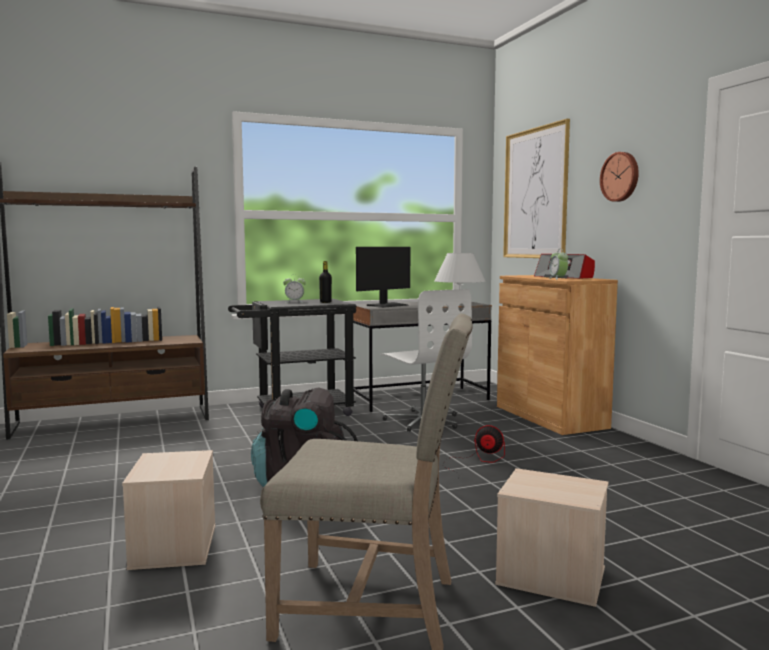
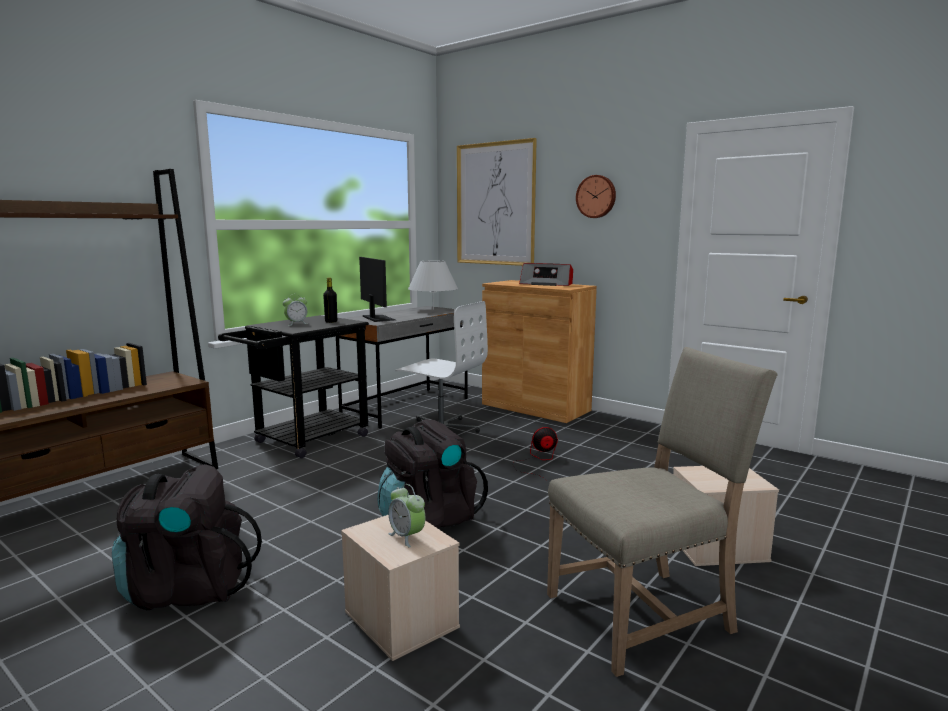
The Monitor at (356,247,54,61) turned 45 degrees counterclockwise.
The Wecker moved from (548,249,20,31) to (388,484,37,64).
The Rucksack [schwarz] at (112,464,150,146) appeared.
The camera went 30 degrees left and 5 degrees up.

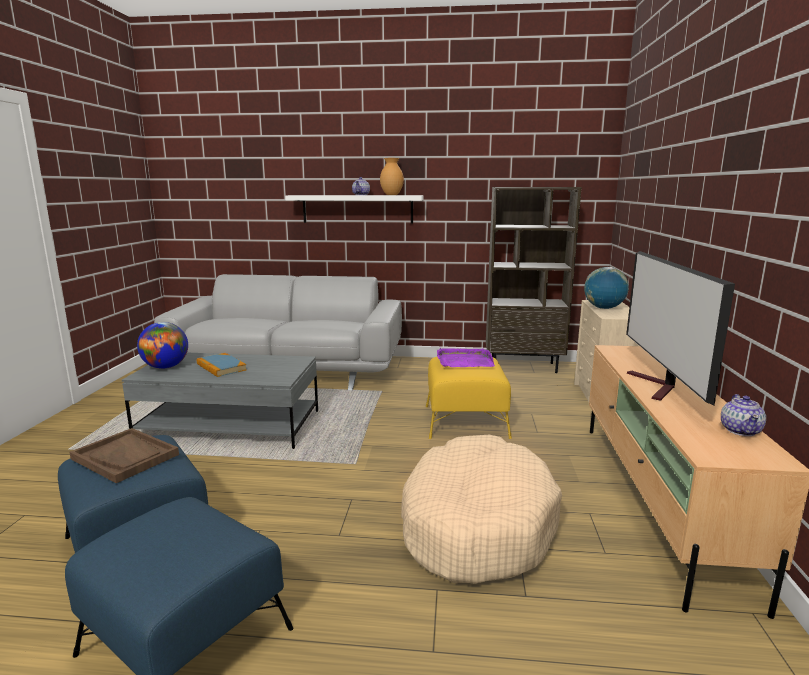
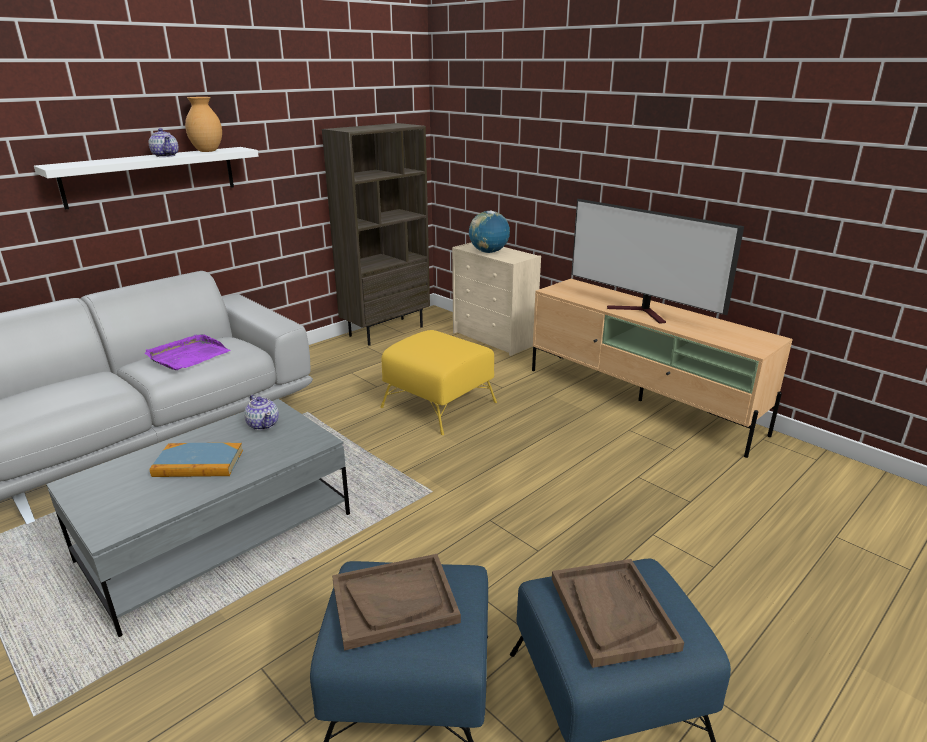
The Globus at (137,322,51,47) disappeared.
The Tablett [lila] moved from (437,348,58,19) to (144,334,86,37).
The Teekanne moved from (721,394,45,42) to (244,395,35,35).
The Hundebett [beige] at (401,435,161,149) disappeared.
The Tablett [braun] at (552,559,132,109) appeared.
The camera went 50 degrees left and 10 degrees up.

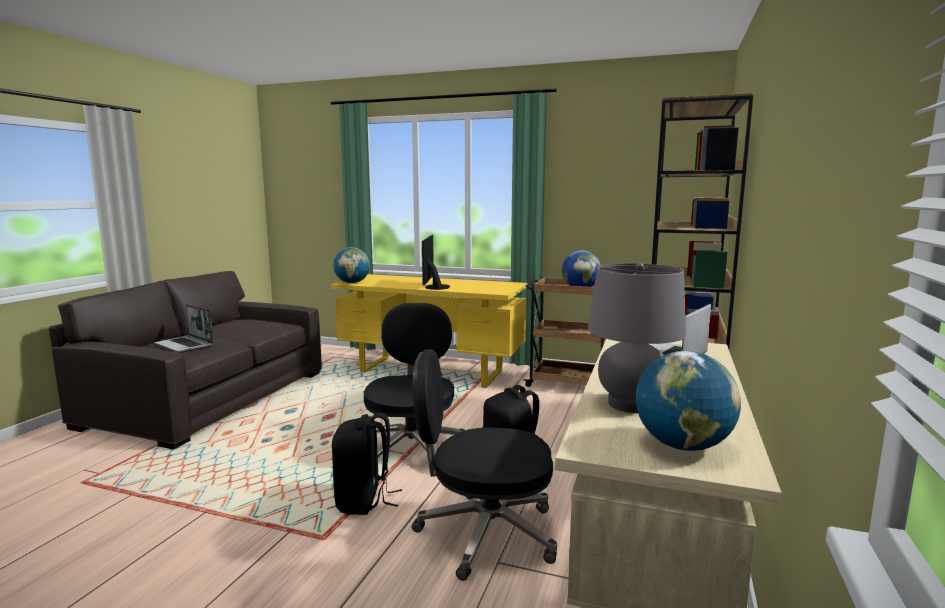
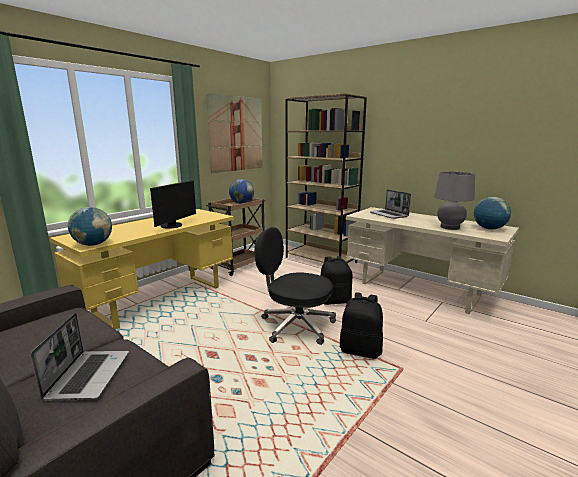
The Monitor at (422,235,28,55) turned 90 degrees counterclockwise.
The Laptop at (154,304,60,48) turned 60 degrees counterclockwise.
The Bürostuhl [schwarz] at (412,349,145,232) disappeared.
The Bild at (206,93,56,80) appeared.
The camera went 70 degrees left and 5 degrees up.

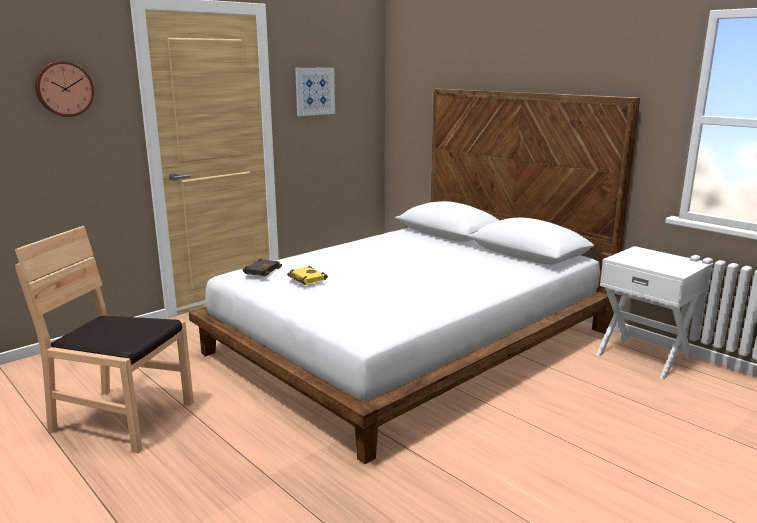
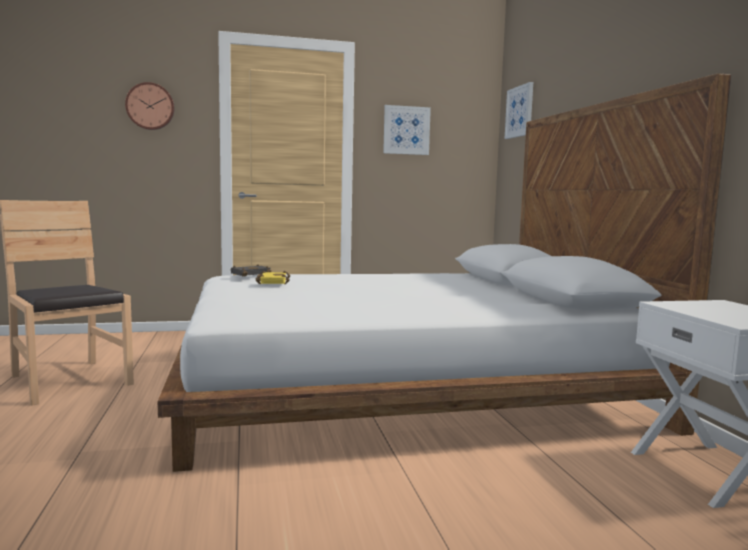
The Bild at (505,82,28,57) appeared.
The camera went 30 degrees right and 10 degrees down.

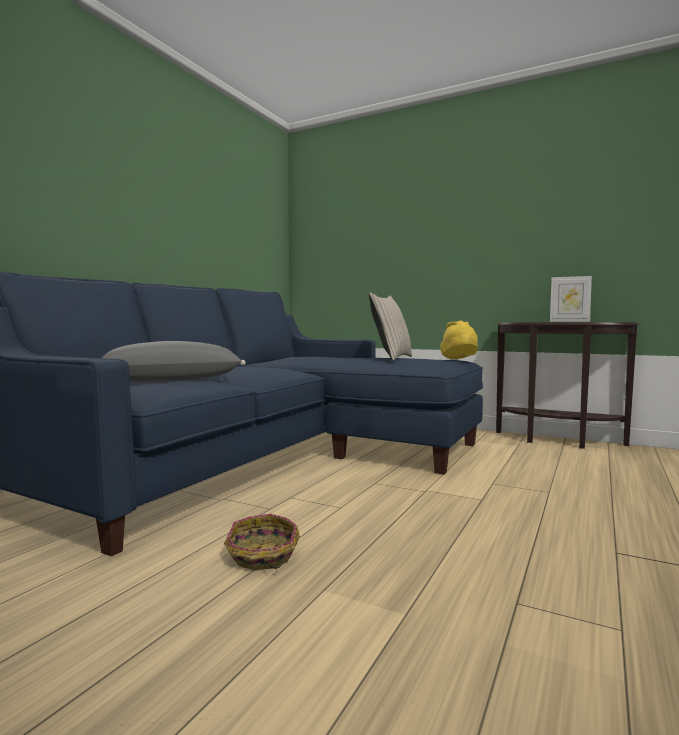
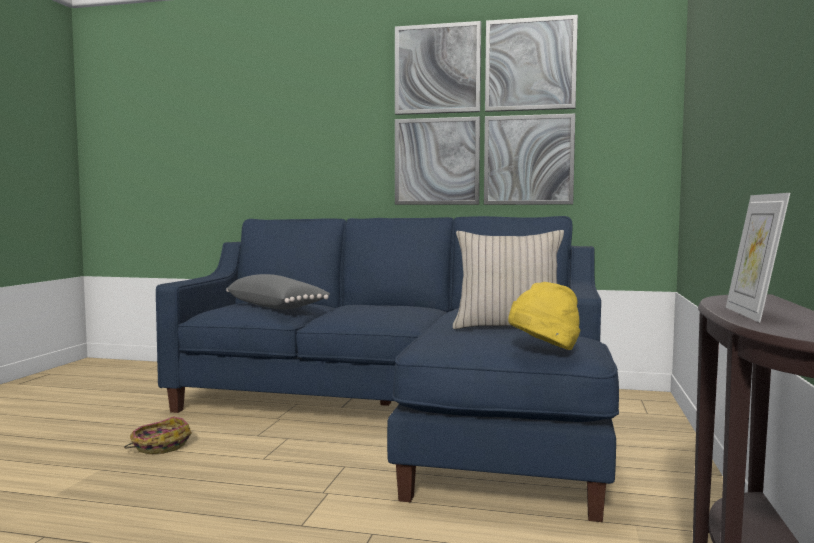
The Bild at (395,15,183,190) appeared.
The camera went 75 degrees right and 0 degrees up.

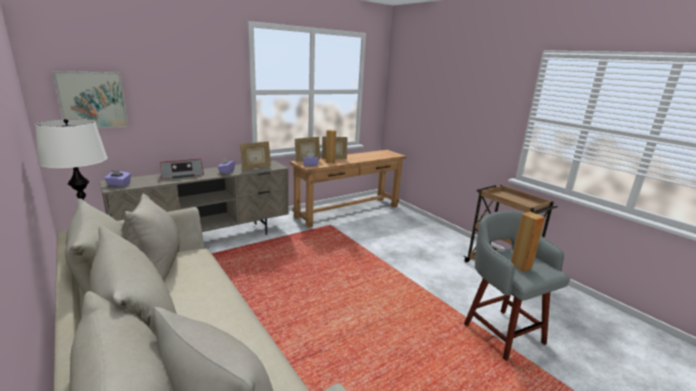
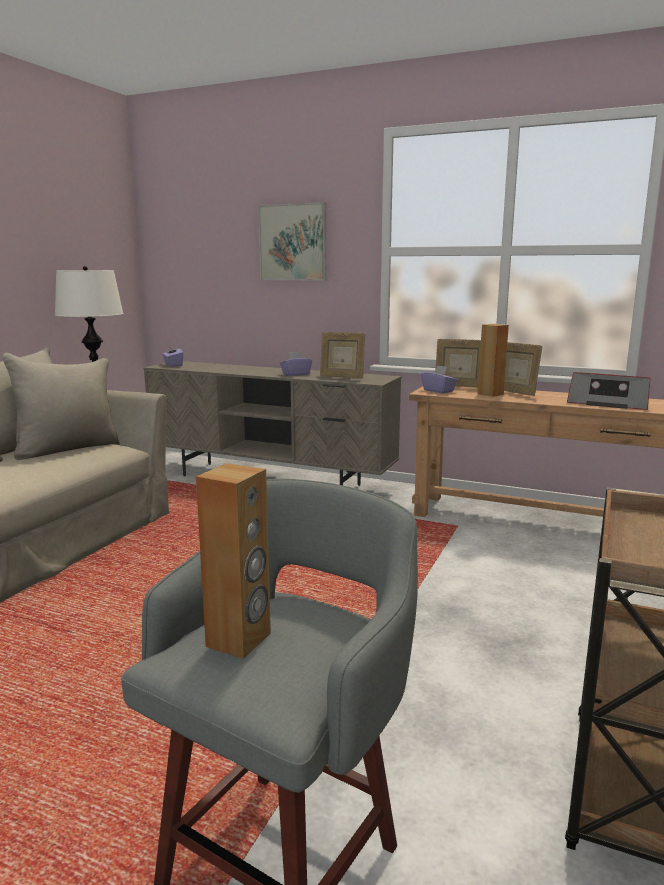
The Bild moved from (52,71,77,57) to (258,202,68,79).
The Radio moved from (160,159,44,20) to (567,372,83,38).
The camera went 60 degrees right and 5 degrees down.

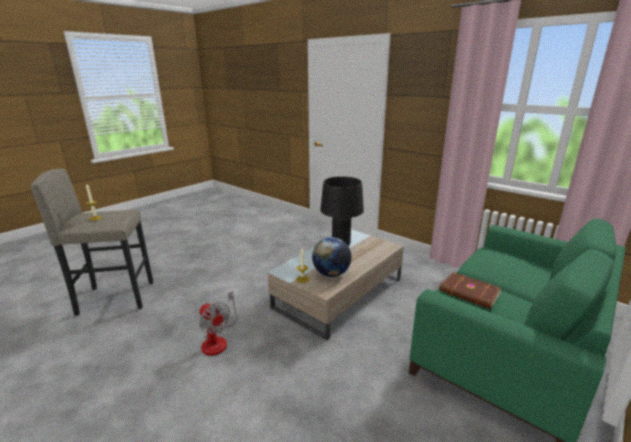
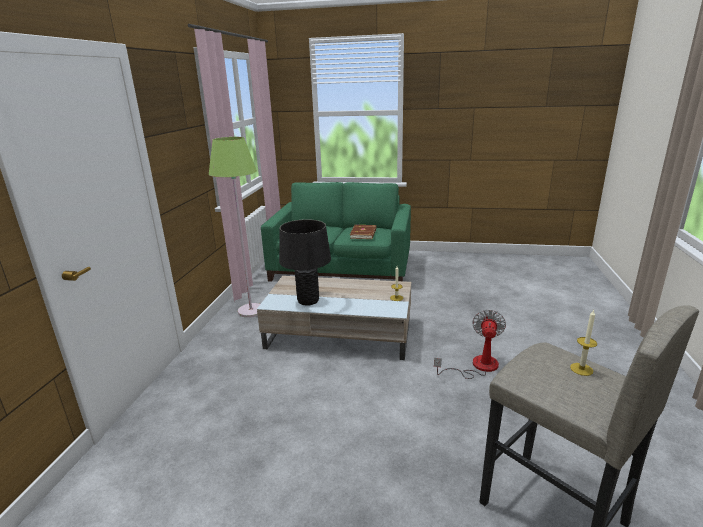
The Globus at (312,237,40,40) disappeared.
The Stehlampe [grün] at (209,137,51,181) appeared.
The camera went 120 degrees left and 0 degrees up.

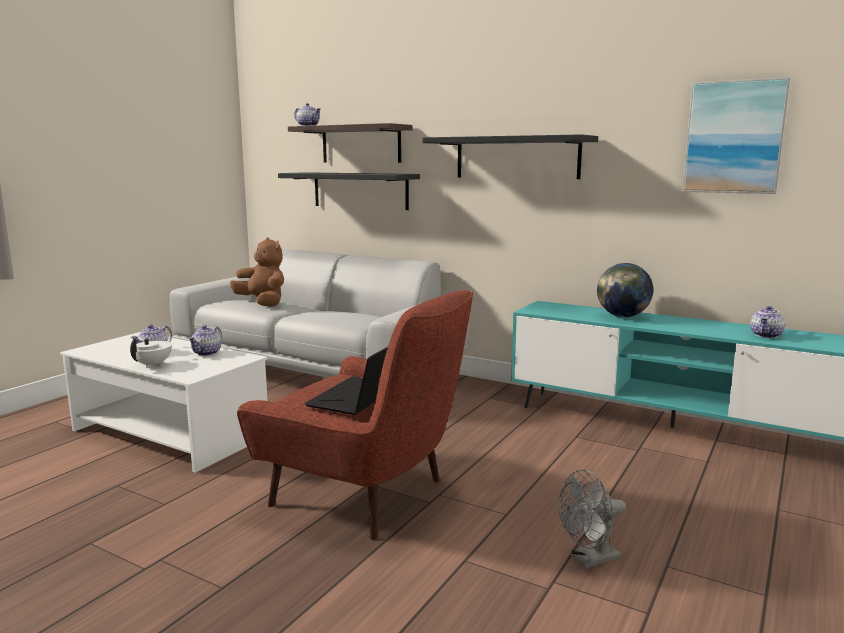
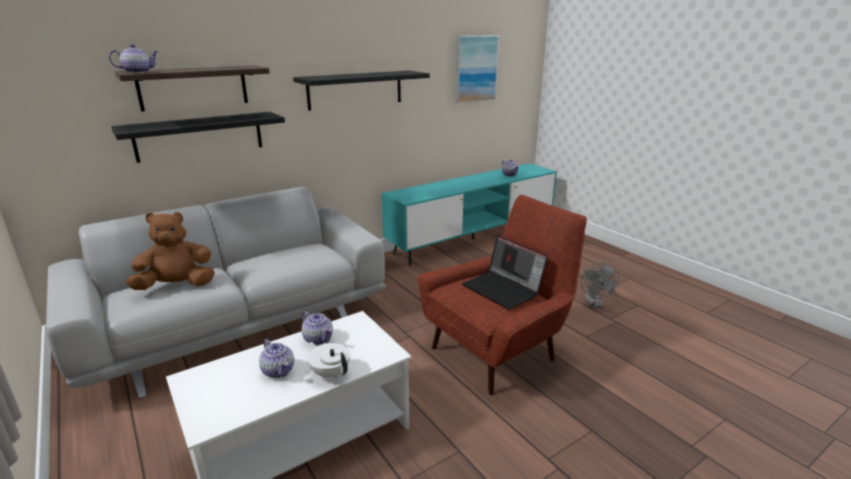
The Globus at (597,263,56,55) disappeared.
The camera went 65 degrees left and 10 degrees up.

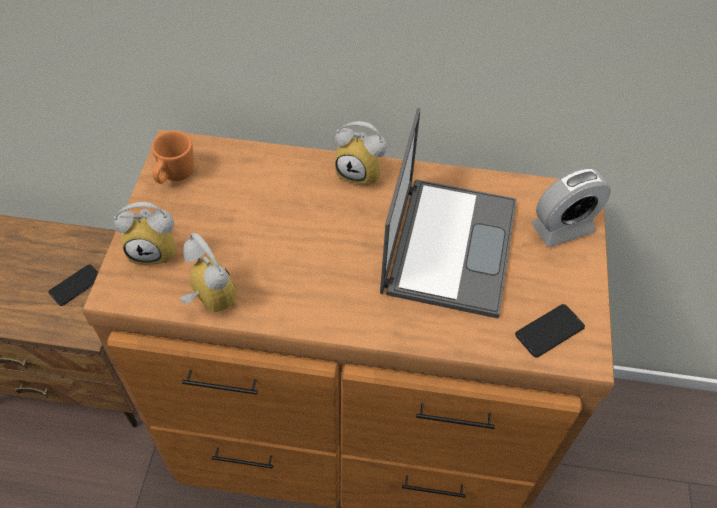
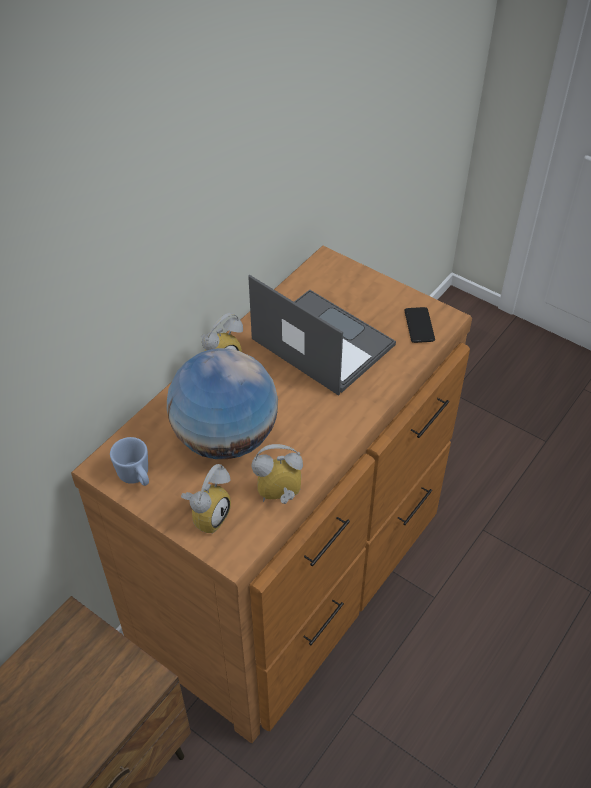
The Henkelbecher [orange] at (151,130,43,54) became the Henkelbecher [blau] at (110,437,39,49).
The Wecker at (531,169,80,79) disappeared.
The Handy at (48,265,50,41) disappeared.
The Globus at (167,348,111,111) appeared.
The camera went 60 degrees left and 5 degrees down.

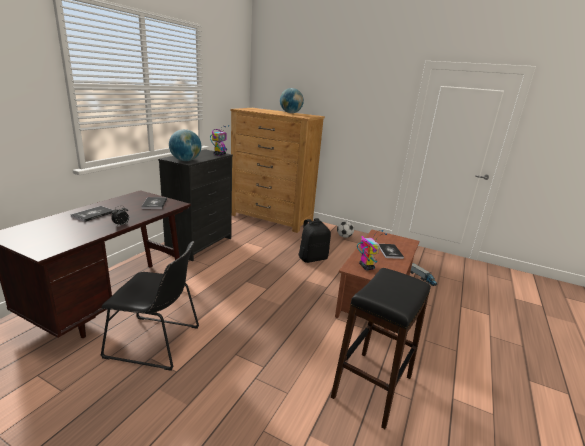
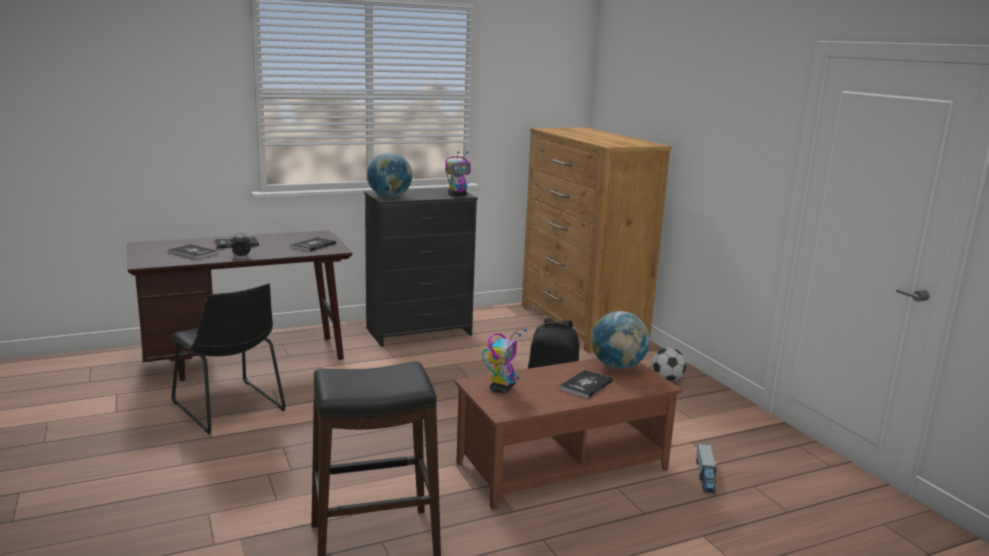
The Globus moved from (280,88,24,25) to (591,311,59,58).
The Buch at (168,244,50,16) appeared.
The camera went 40 degrees right and 5 degrees down.

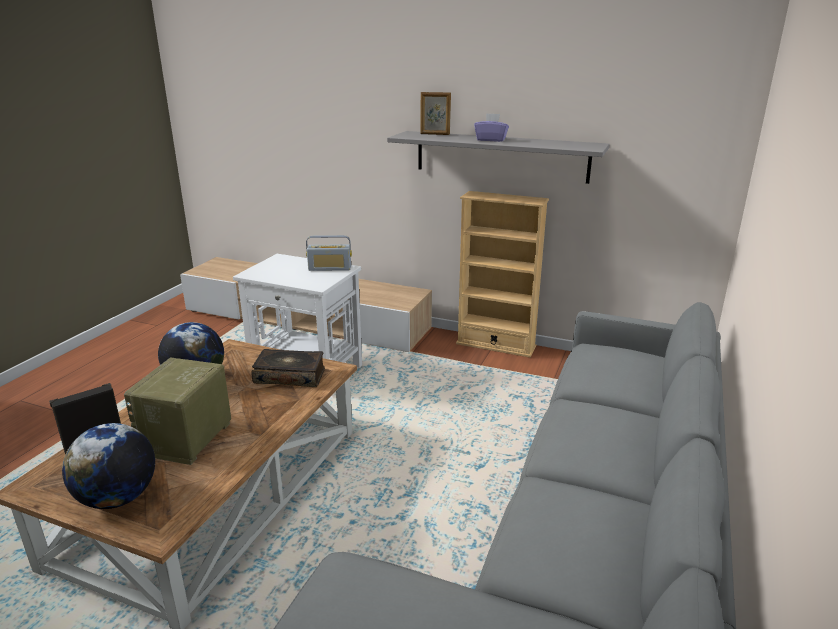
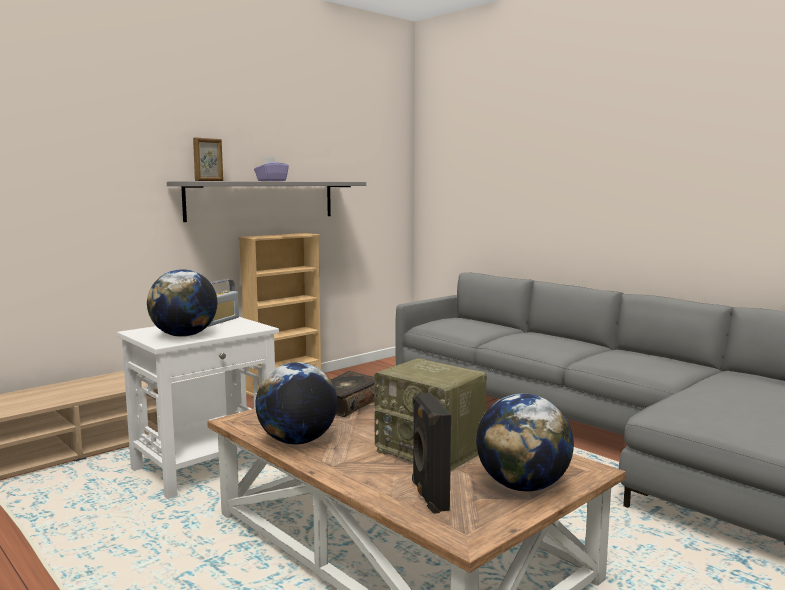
The Globus at (147,269,70,68) appeared.
The camera went 65 degrees left and 15 degrees down.

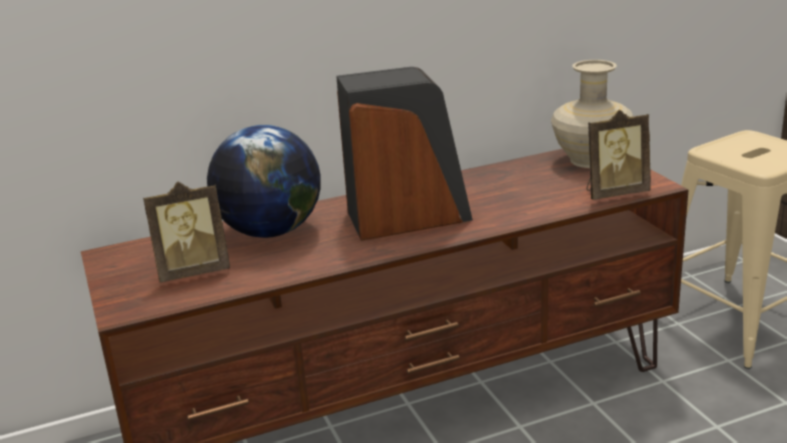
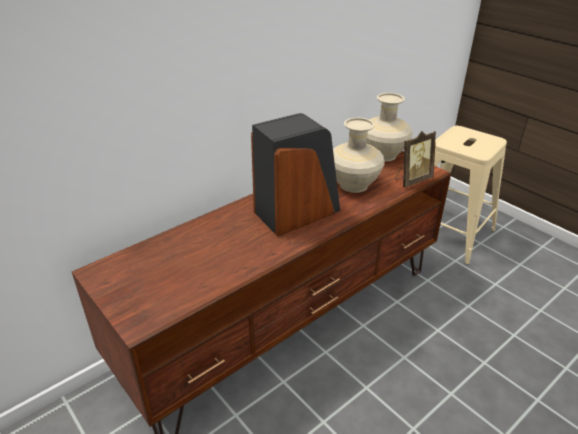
The Globus at (207,125,114,113) disappeared.
The Bilderrahmen at (143,182,87,101) disappeared.
The Vase [beige] at (333,117,51,76) appeared.
The camera went 20 degrees left and 10 degrees up.

